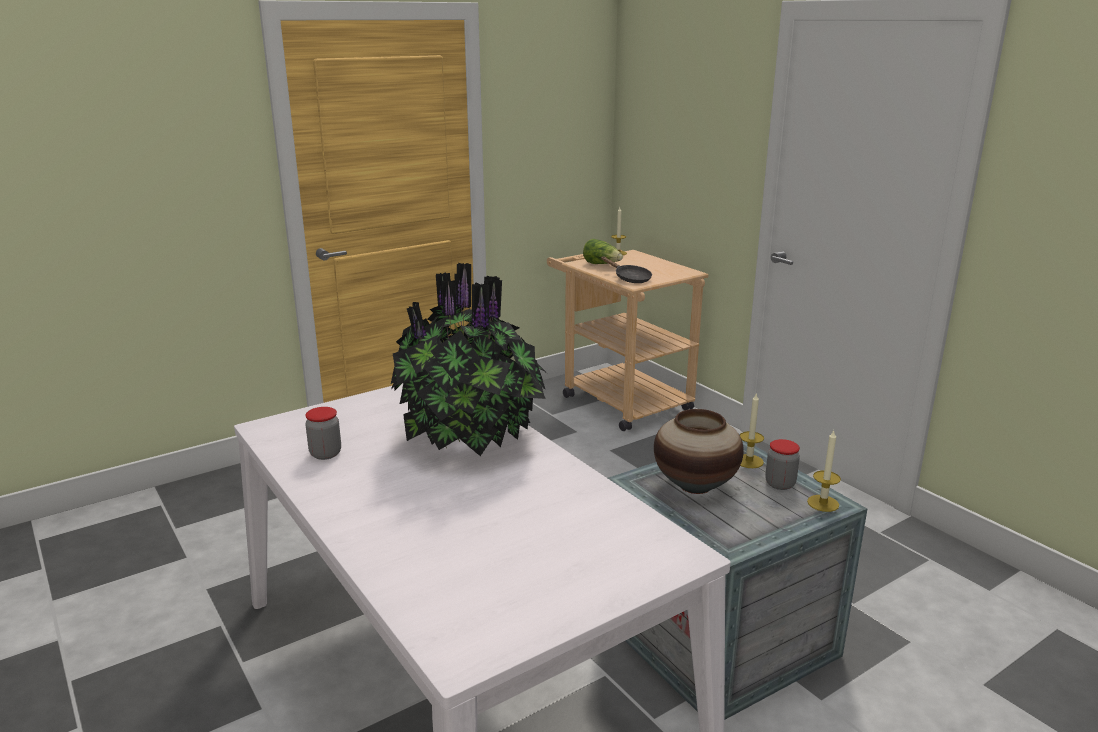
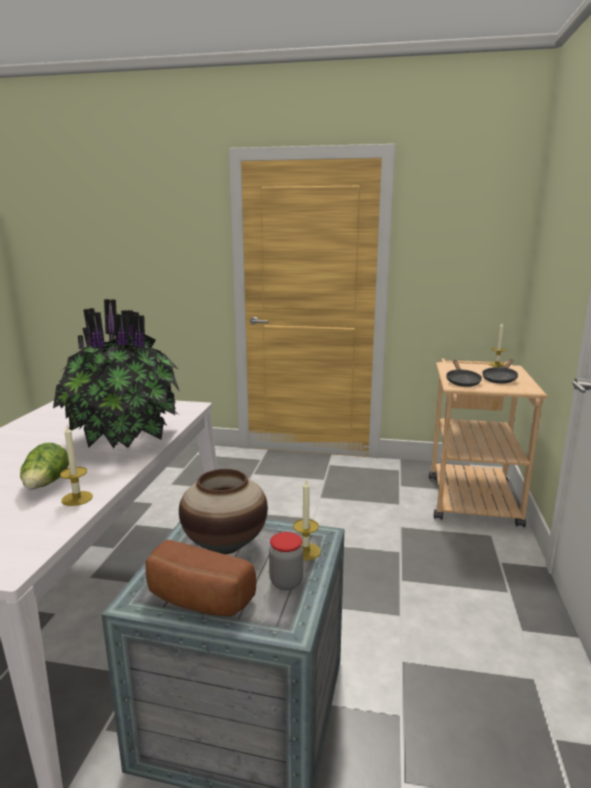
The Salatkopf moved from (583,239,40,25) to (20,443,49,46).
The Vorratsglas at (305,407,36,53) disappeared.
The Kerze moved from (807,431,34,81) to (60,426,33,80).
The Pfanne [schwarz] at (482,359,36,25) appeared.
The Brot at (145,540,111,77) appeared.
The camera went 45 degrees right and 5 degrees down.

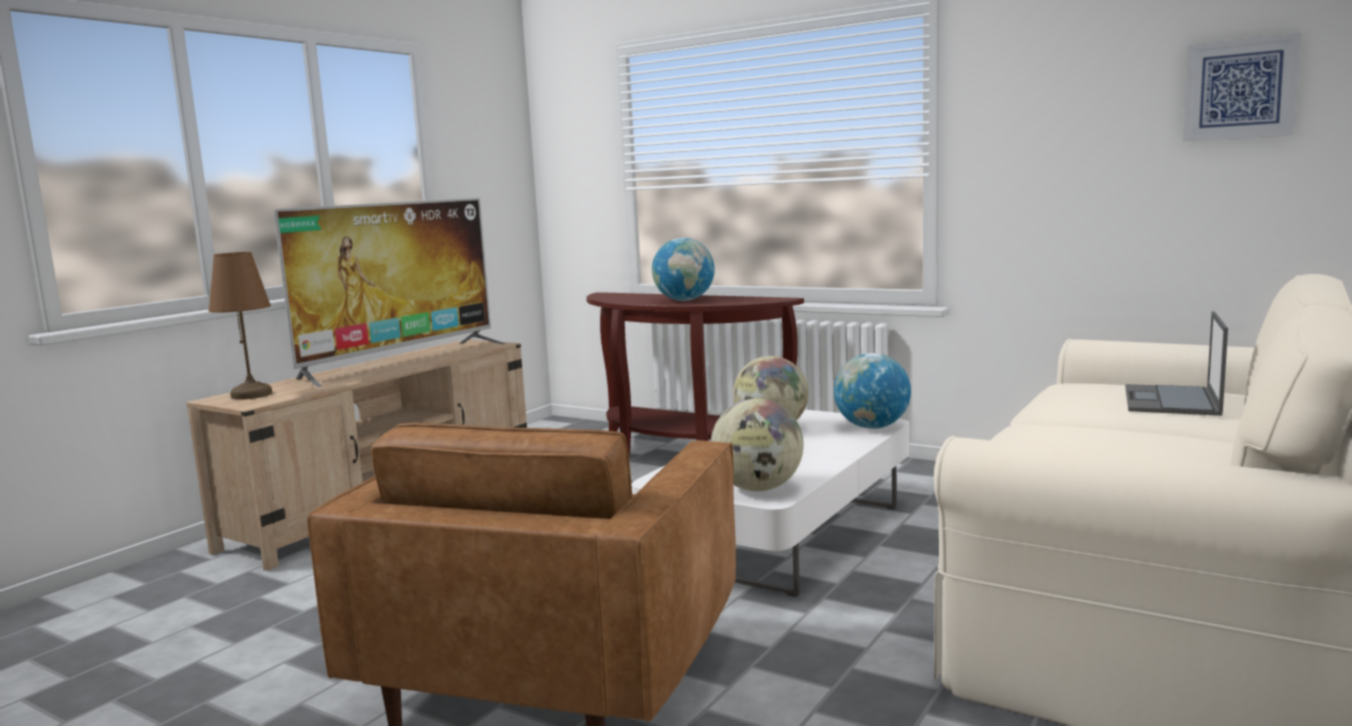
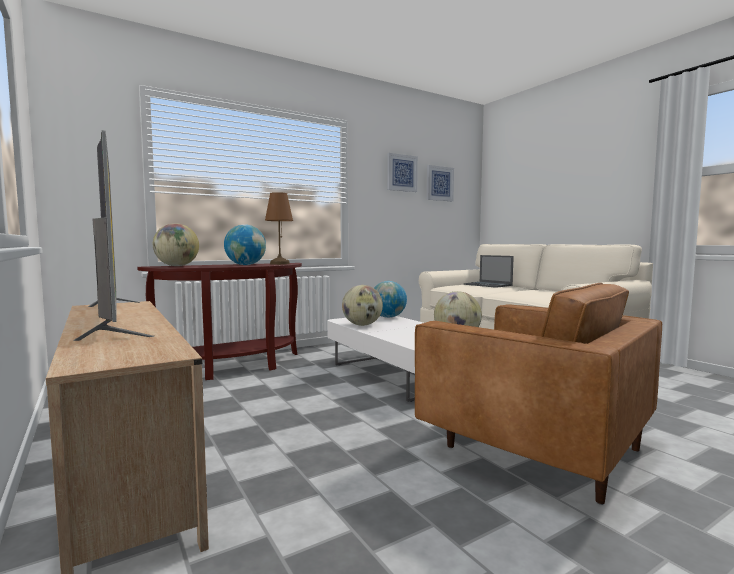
The Tischlampe [braun] moved from (209,252,63,148) to (265,192,28,73).
The Bild at (387,153,31,39) appeared.
The Globus at (153,223,46,43) appeared.
The camera went 65 degrees left and 5 degrees down.

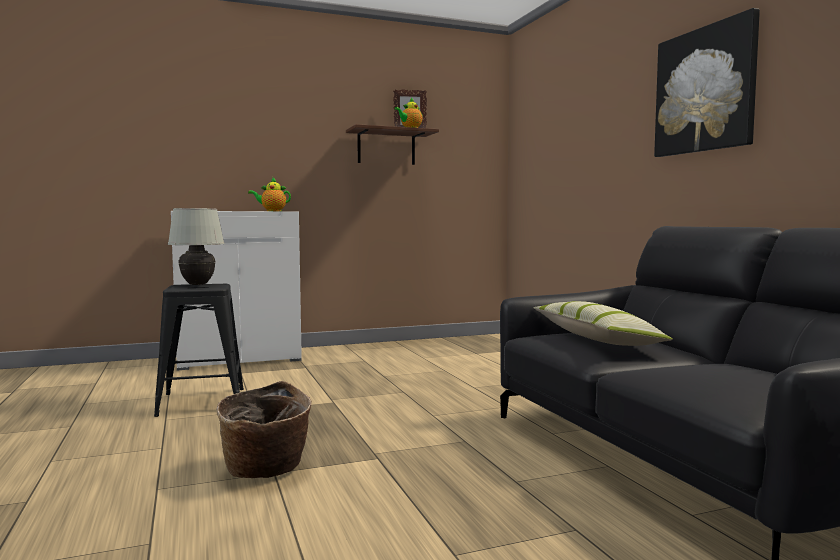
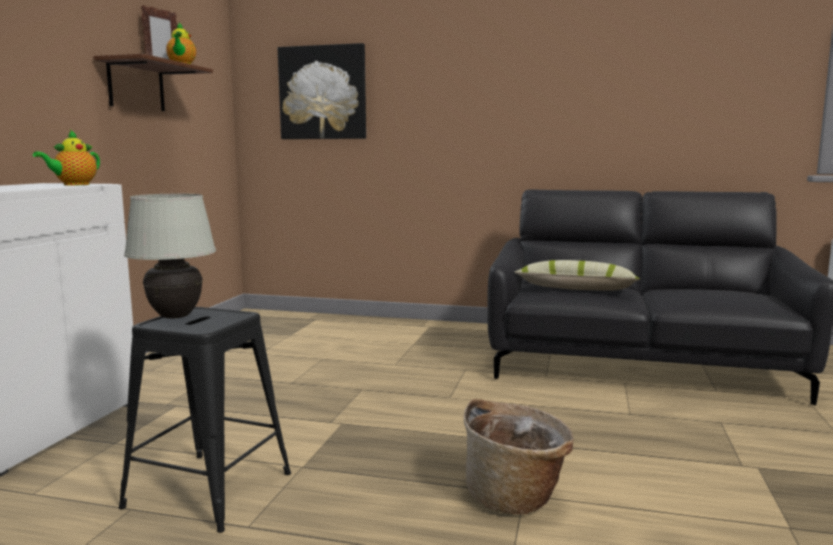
The Bild moved from (654,8,106,149) to (278,43,88,96).
The camera went 55 degrees left and 5 degrees up.

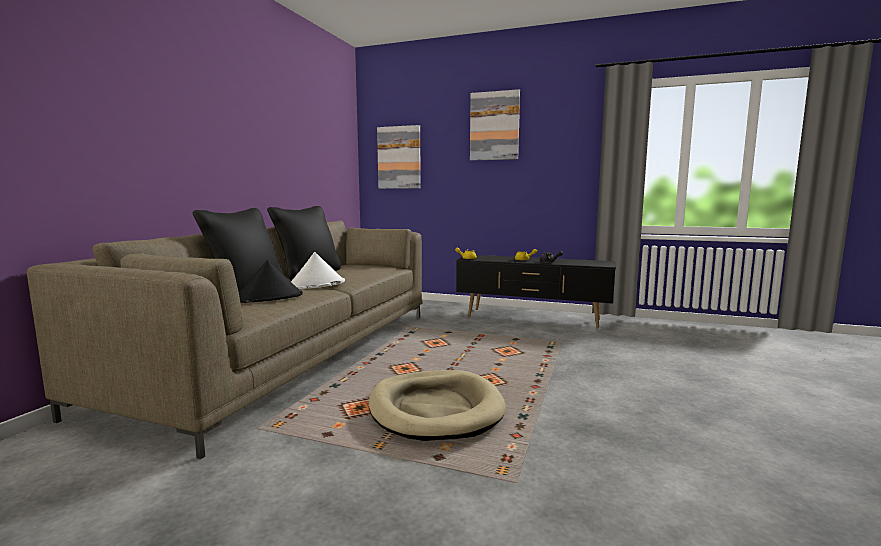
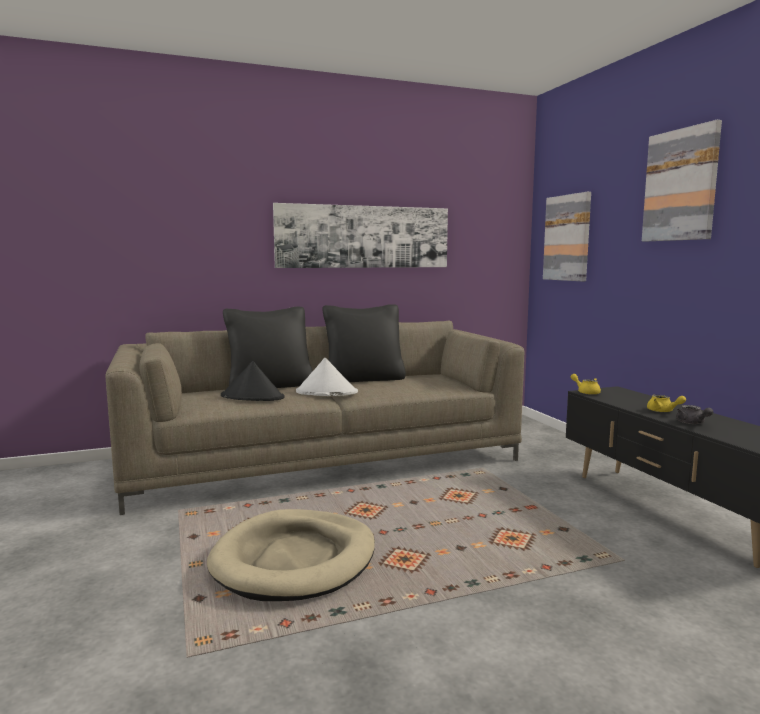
The Bild at (273,203,175,65) appeared.
The camera went 50 degrees right and 0 degrees up.

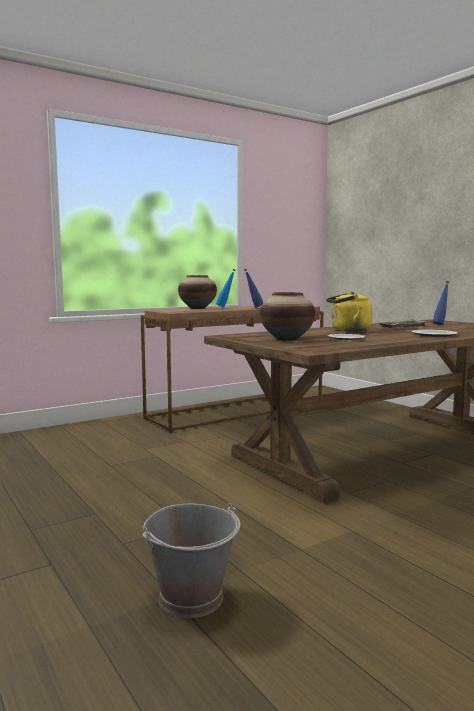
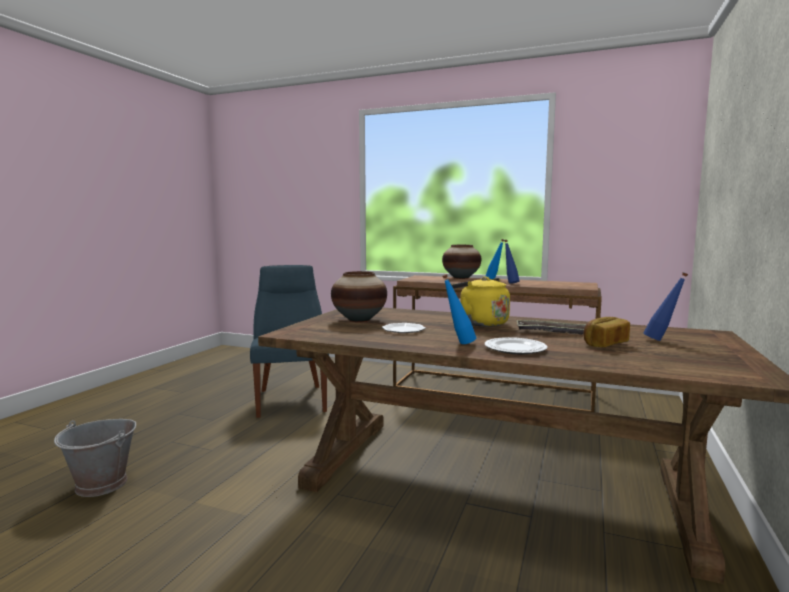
The Stuhl [blau] at (250,265,79,153) appeared.
The Flasche [blau] at (442,274,34,70) appeared.
The Brot at (583,317,47,30) appeared.
The camera went 55 degrees right and 0 degrees up.

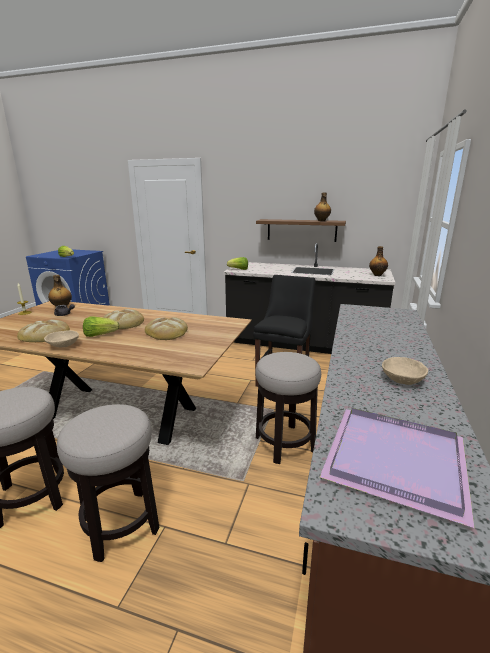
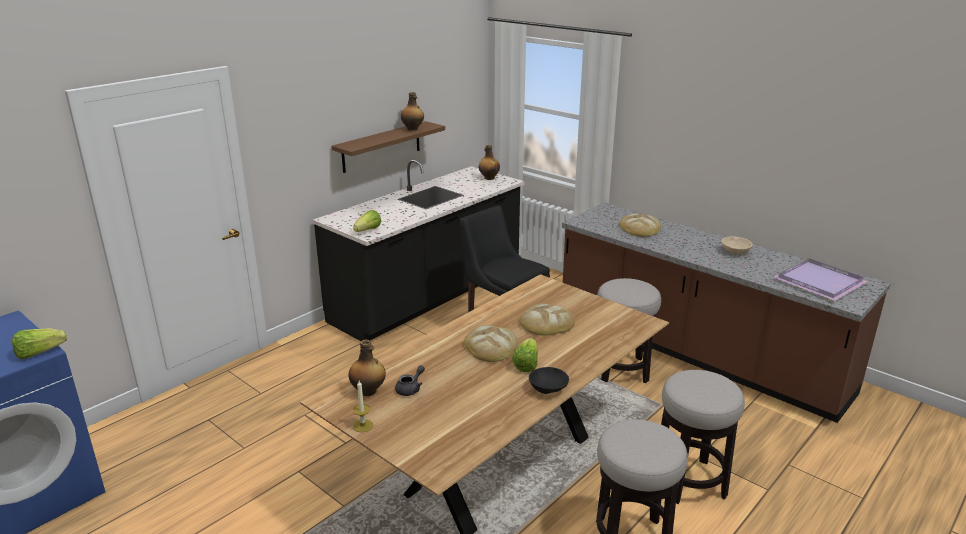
The Brot moved from (17,320,53,22) to (619,213,42,24).
The Schüssel [beige] at (44,330,35,17) became the Schüssel [schwarz] at (529,367,40,27).
The camera went 65 degrees left and 5 degrees up.

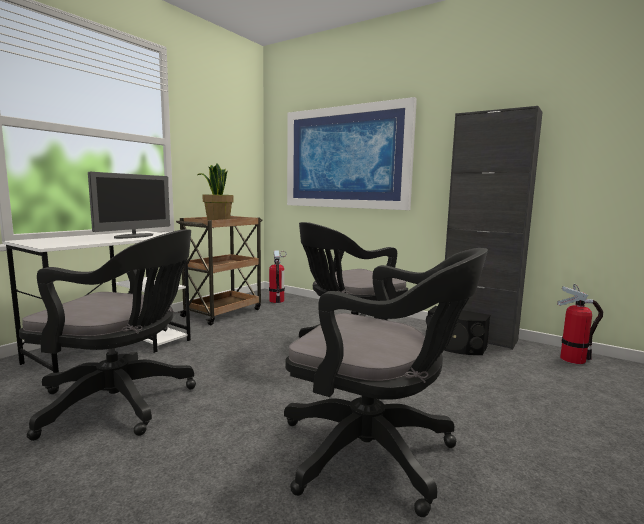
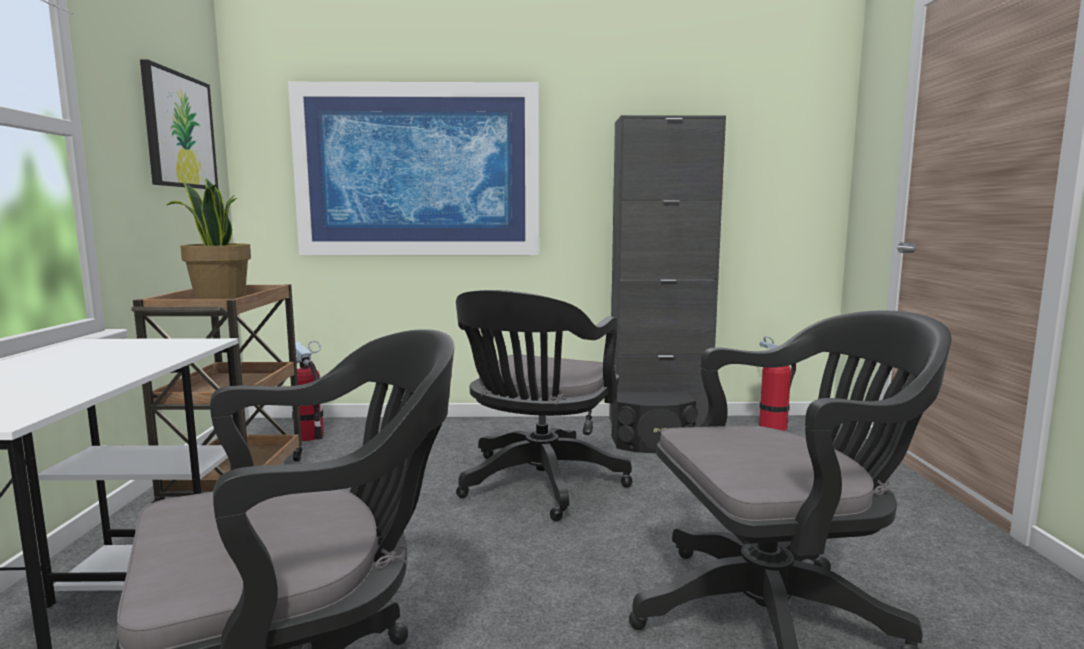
The Monitor at (88,172,82,67) disappeared.
The Bild at (140,59,78,131) appeared.
The camera went 35 degrees left and 0 degrees up.

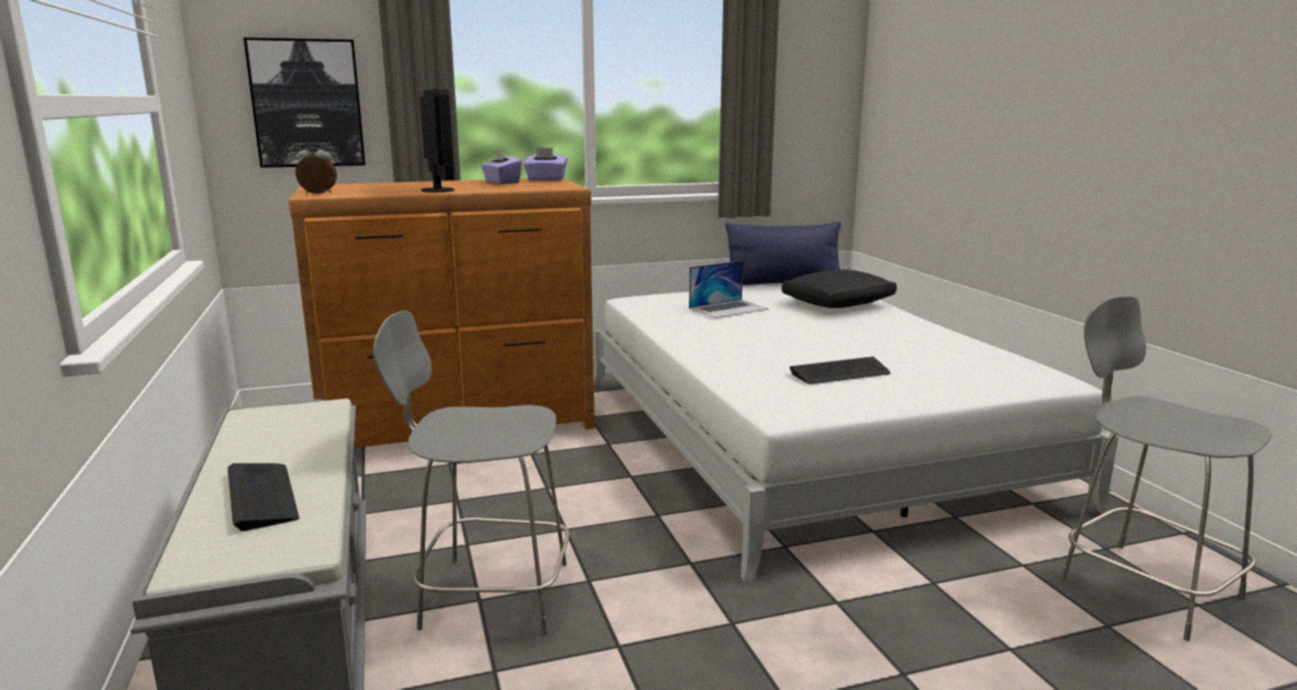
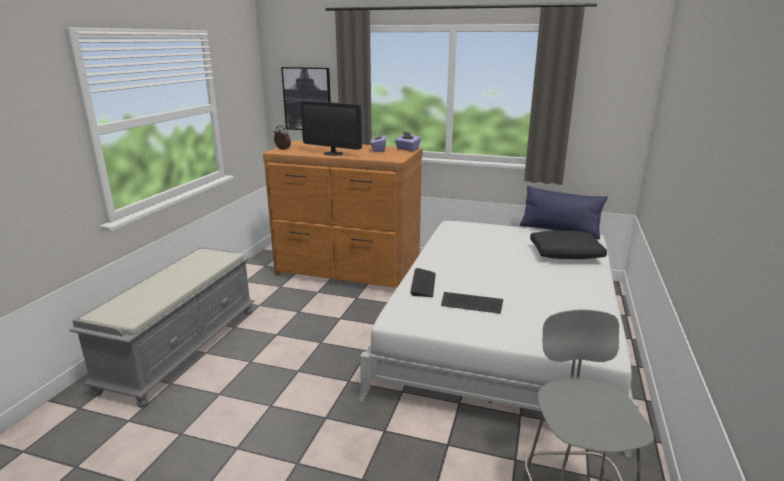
The Monitor at (420,89,35,103) turned 105 degrees clockwise.
The Laptop at (689,261,80,57) disappeared.
The Stuhl [grau] at (373,310,196,325) disappeared.
The Tastatur moved from (228,463,71,68) to (410,268,26,29).
The camera went 35 degrees right and 5 degrees up.

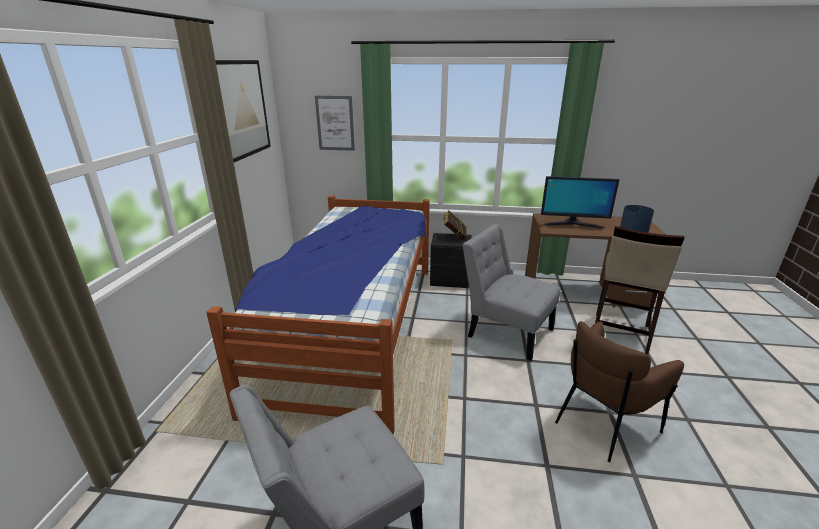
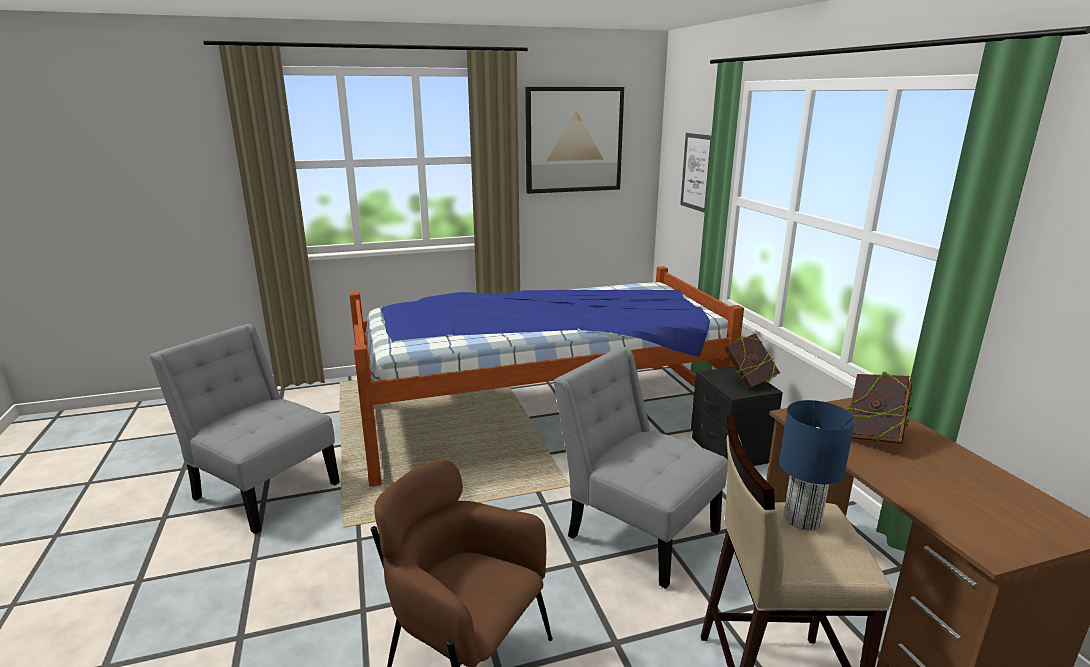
The Monitor at (541,176,78,52) was replaced by the Buch at (846,372,67,72).
The Stuhl [grau] at (462,224,99,137) turned 60 degrees counterclockwise.
The camera went 65 degrees right and 5 degrees down.

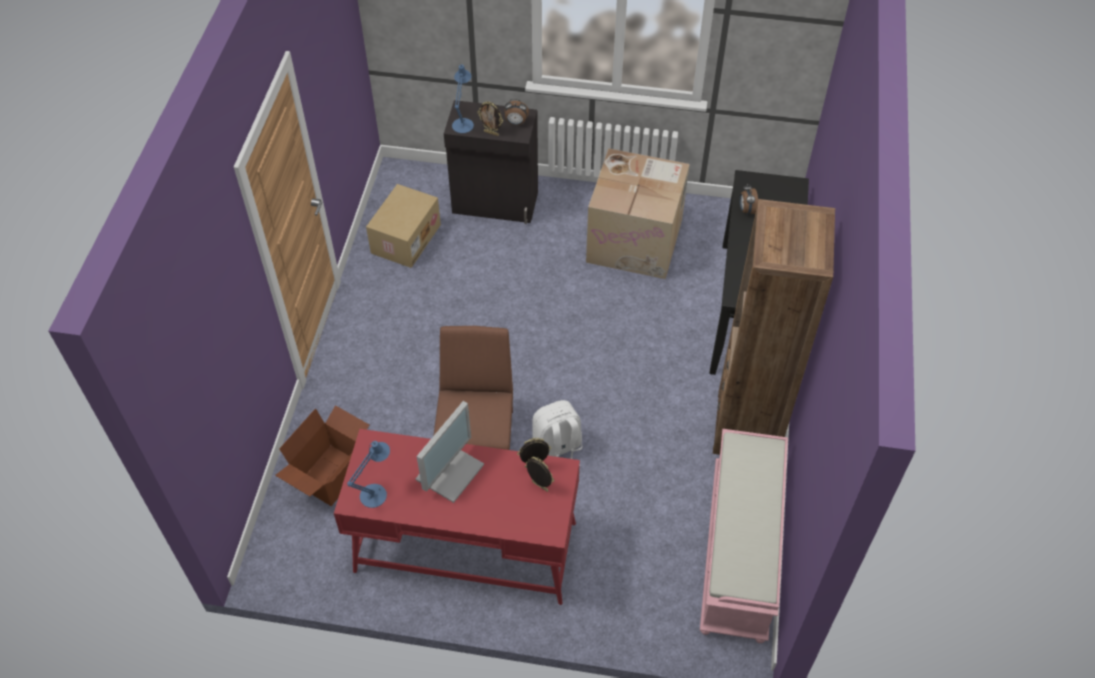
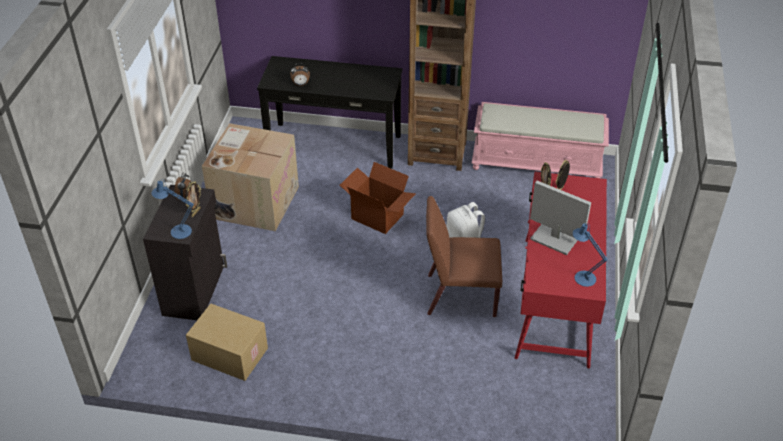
The Karton moved from (275,405,94,101) to (339,162,77,72).
The camera went 90 degrees left and 10 degrees down.

